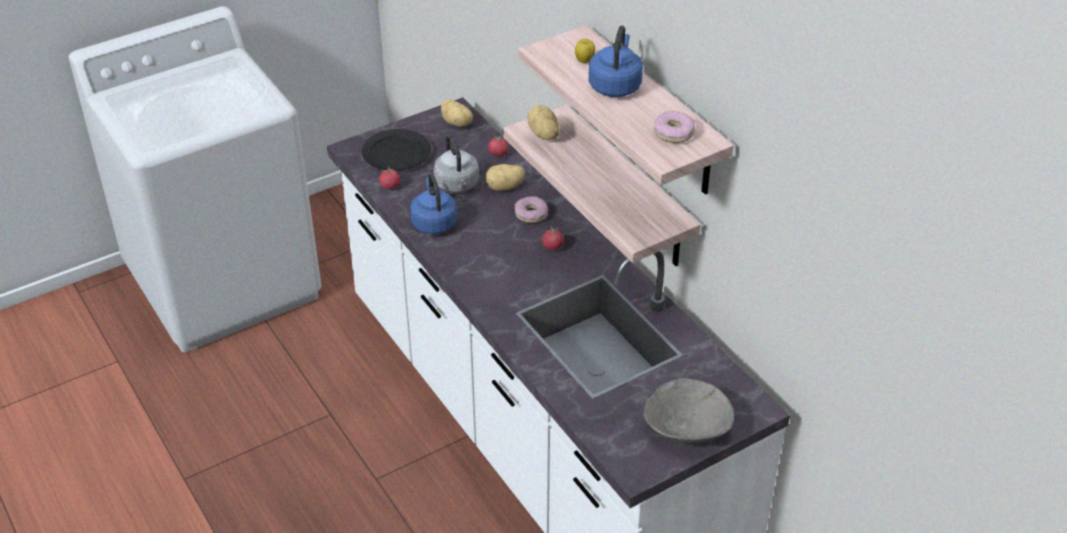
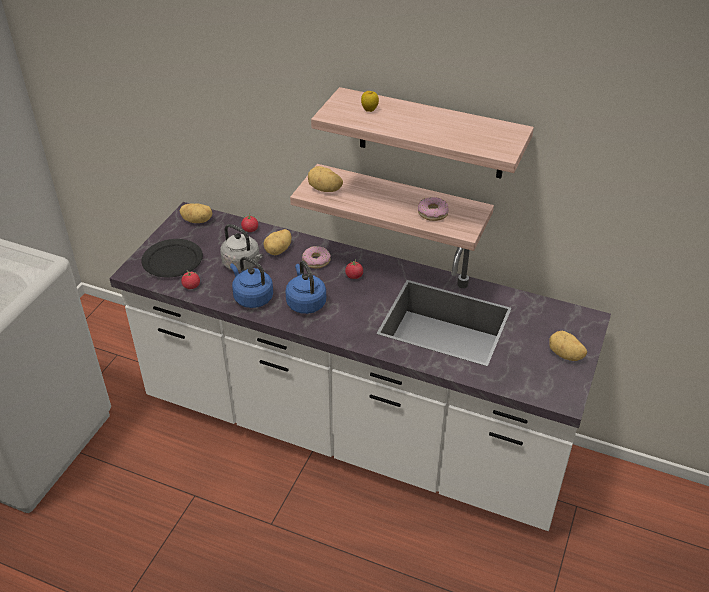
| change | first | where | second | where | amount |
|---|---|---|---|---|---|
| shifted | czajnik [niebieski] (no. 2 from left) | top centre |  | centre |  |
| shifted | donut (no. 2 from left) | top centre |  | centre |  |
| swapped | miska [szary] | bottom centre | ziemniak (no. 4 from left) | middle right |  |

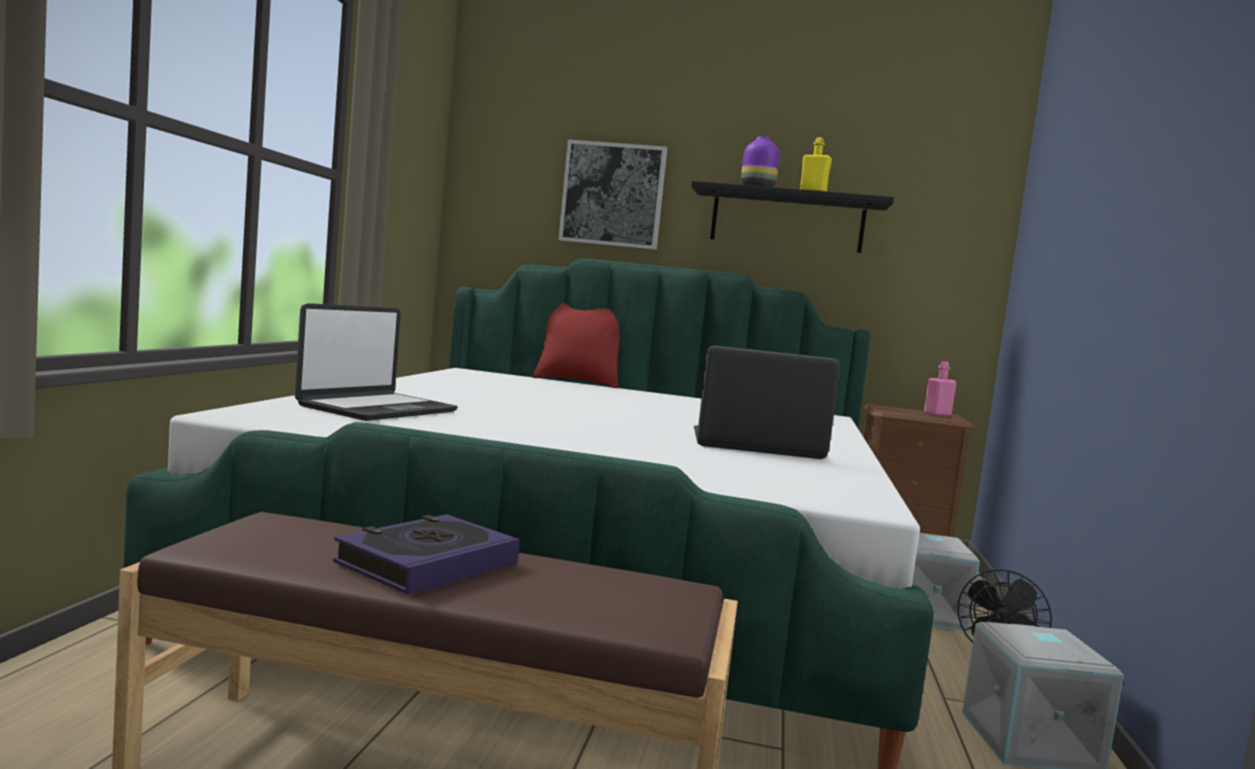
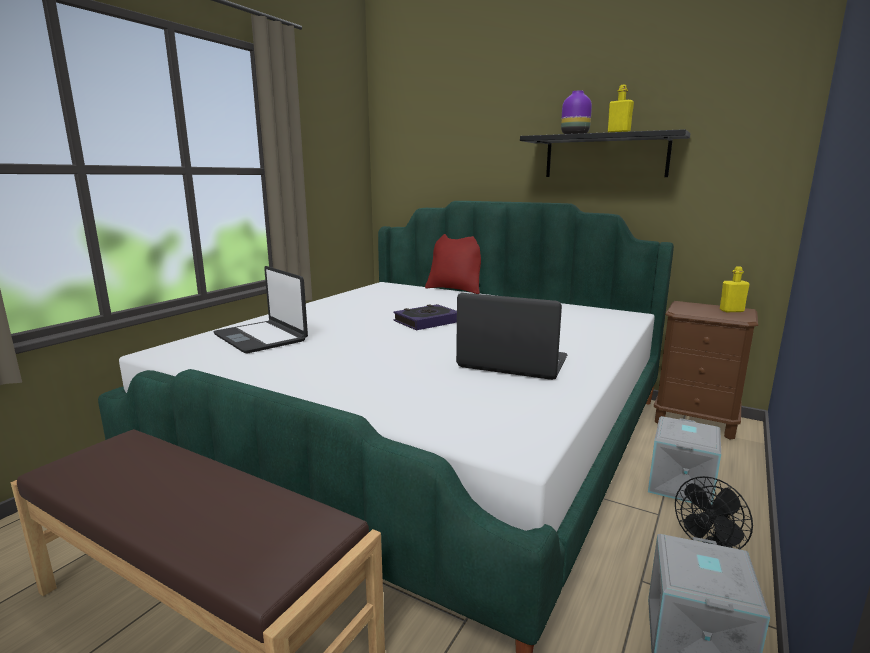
| change | first | where | second | where | amount |
|---|---|---|---|---|---|
| gone | obraz | top centre |  |  |  |
| shifted | książka | bottom centre |  | centre |  |
| repainted | butelka [różowy] | middle right | butelka [żółty] (no. 2 from left) | middle right |  |
| rotated | laptop (no. 1 from left) | middle left |  | middle left | 90 degrees clockwise |

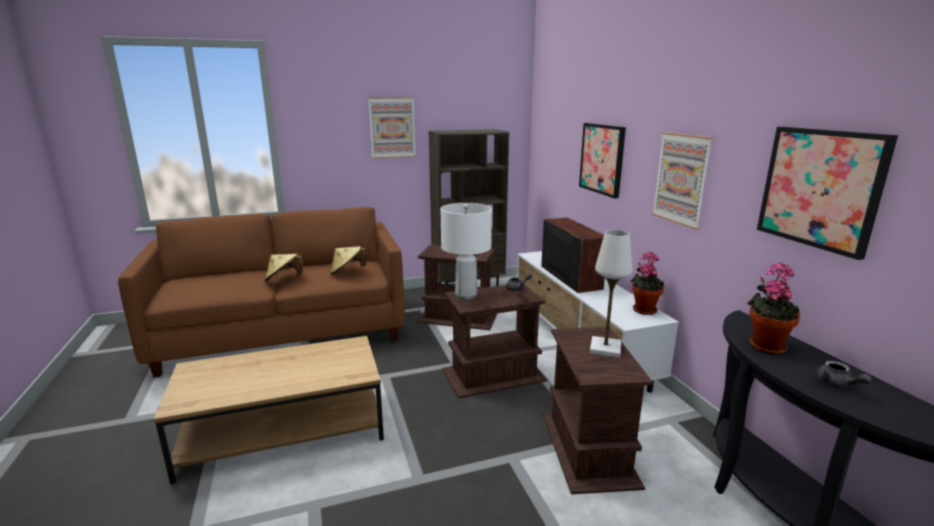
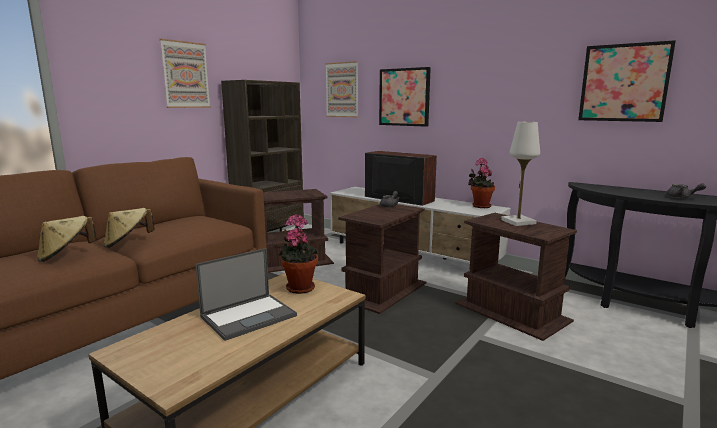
| change | first | where | second | where | amount |
|---|---|---|---|---|---|
| gone | lampa stołowa [biały] (no. 1 from left) | centre |  |  |  |
| new |  |  | laptop | bottom centre |  |
| shifted | kapelusz [beżowy] (no. 2 from left in the first image) | centre | kapelusz [beżowy] (no. 1 from left) | middle left |  |
| shifted | obraz (no. 3 from left in the first image) | middle right | obraz (no. 2 from left) | top centre |  |
| shifted | roślina doniczkowa (no. 2 from left in the first image) | middle right | roślina doniczkowa (no. 1 from left) | centre |  |

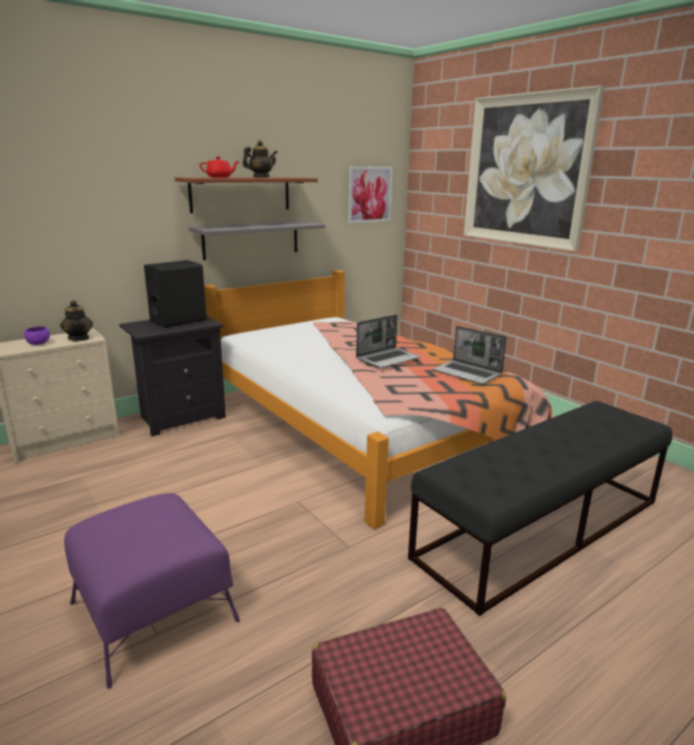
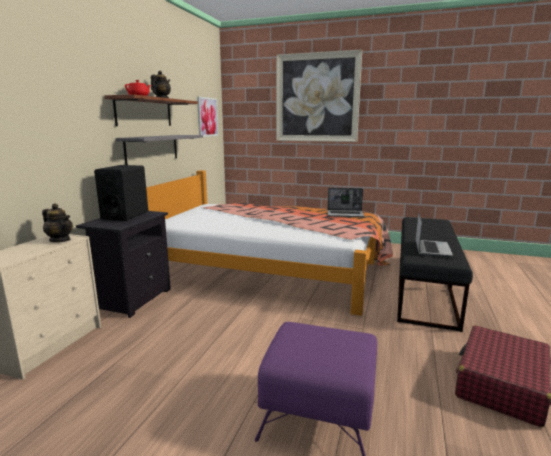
| change | first | where | second | where | amount |
|---|---|---|---|---|---|
| gone | miska [fioletowy] | middle left |  |  |  |
| shifted | laptop (no. 1 from left in the first image) | centre | laptop (no. 2 from left) | middle right |  |

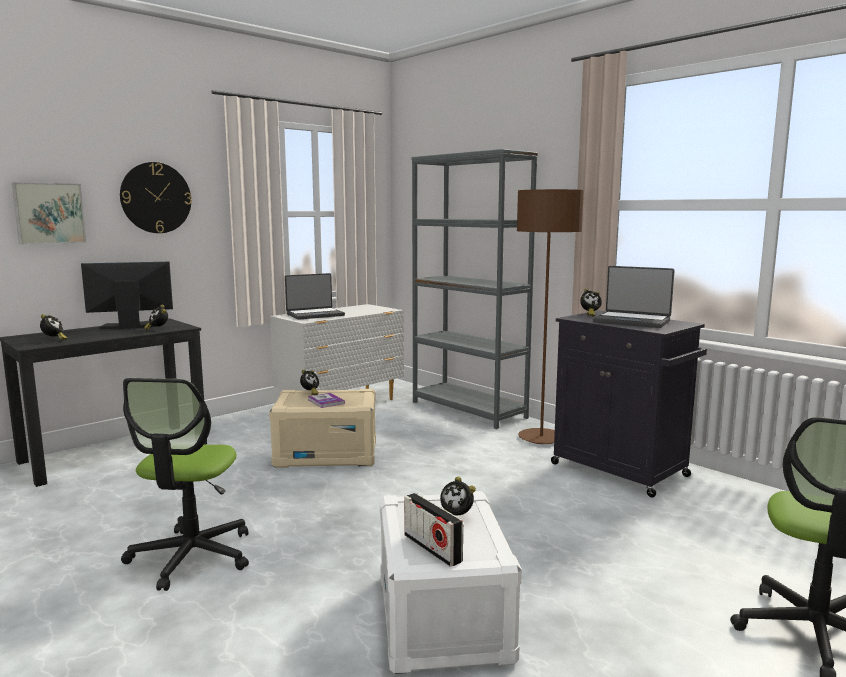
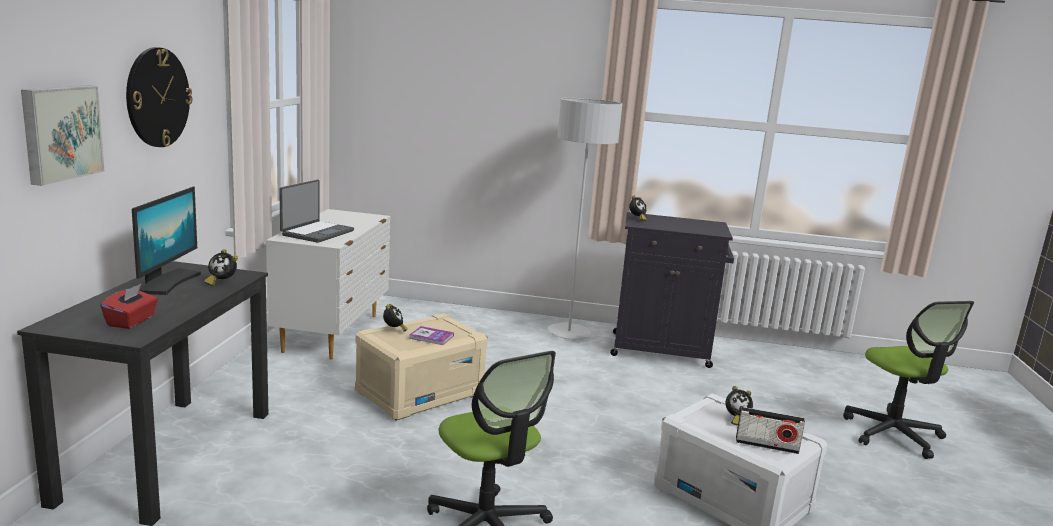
| change | first | where | second | where | amount |
|---|---|---|---|---|---|
| gone | regał [szary] | centre |  |  |  |
| gone | laptop (no. 2 from left) | middle right |  |  |  |
| swapped | budzik (no. 1 from left) | middle left | pudełko chusteczek [czerwony] | middle left |  |
| repainted | lampa stojąca [brązowy] | centre | lampa stojąca [szary] | centre |  |
| rotated | monitor | middle left |  | middle left | 150 degrees clockwise |

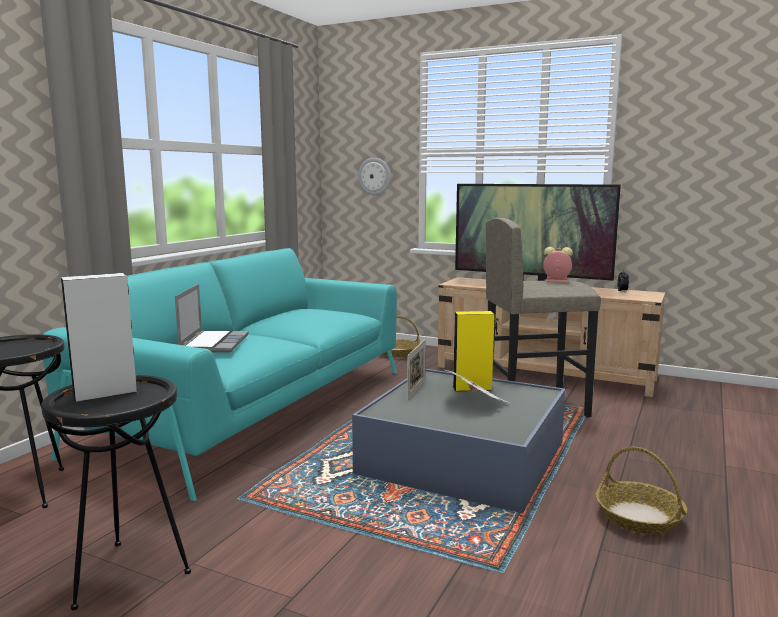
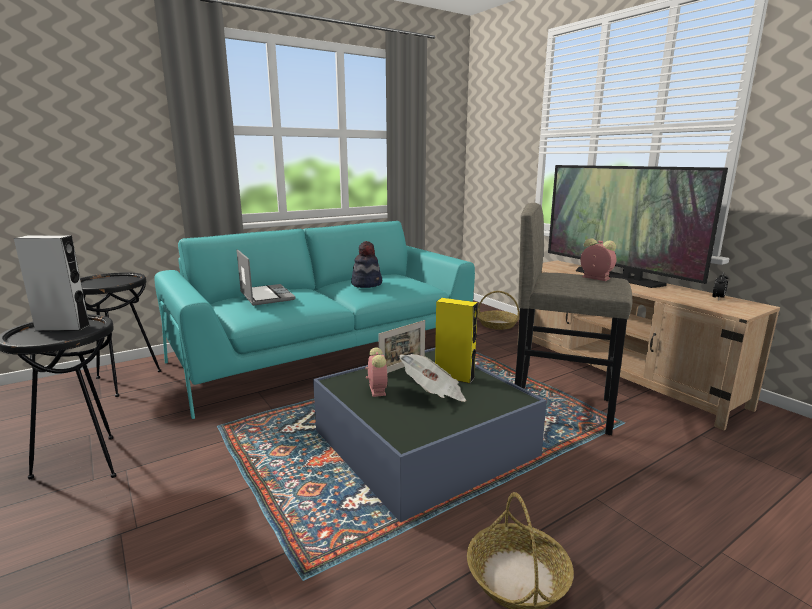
| change | first | where | second | where | amount |
|---|---|---|---|---|---|
| gone | zegar ścienny | top centre |  |  |  |
| new |  |  | kapelusz | centre |  |
| new |  |  | budzik (no. 1 from left) | centre |  |
| rotated | laptop | middle left |  | middle left | 60 degrees counterclockwise |

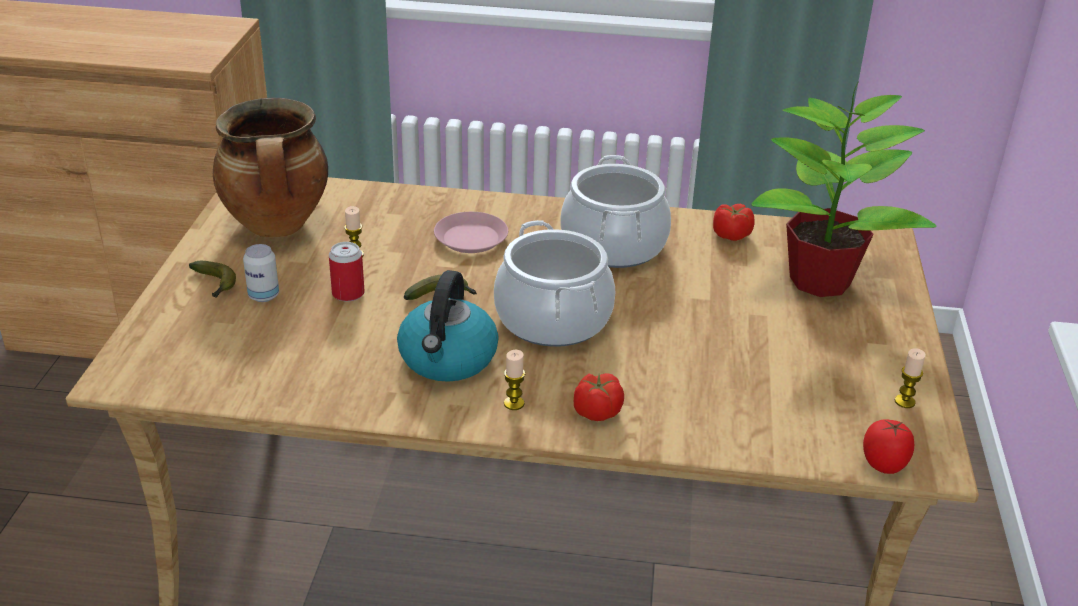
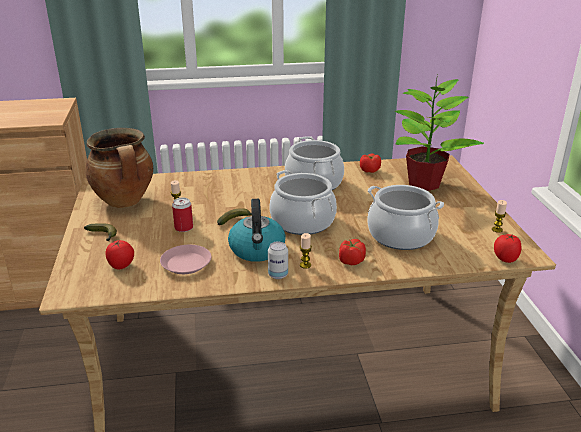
| change | first | where | second | where | amount |
|---|---|---|---|---|---|
| new |  |  | pomidor (no. 1 from left) | middle left |  |
| new |  |  | garnek (no. 4 from left) | middle right |  |
| shifted | puszka (no. 1 from left in the first image) | middle left | puszka (no. 2 from left) | centre |  |
| shifted | talerz [różowy] | centre |  | middle left |  |

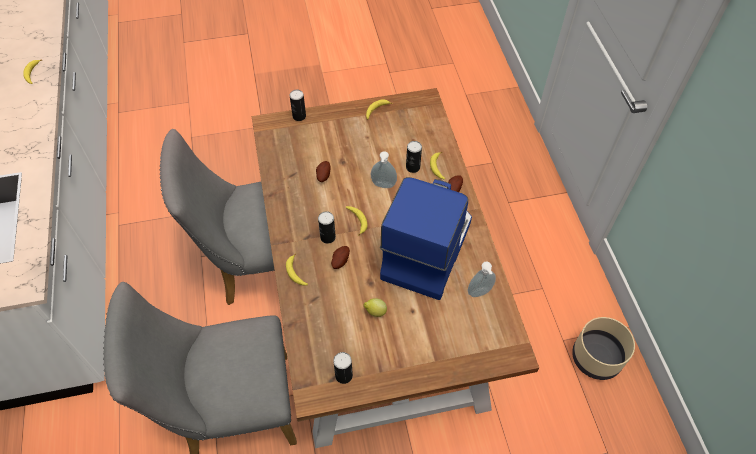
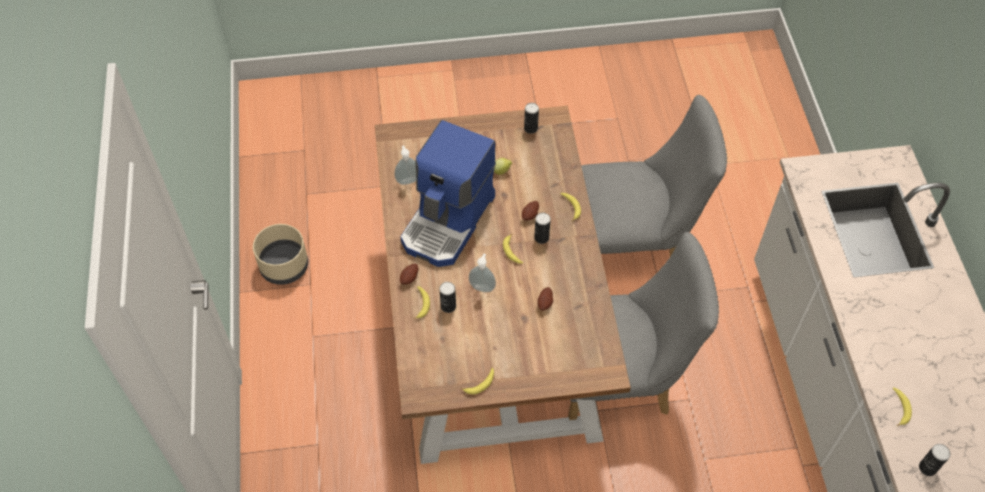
| change | first | where | second | where | amount |
|---|---|---|---|---|---|
| shifted | puszka (no. 1 from left in the first image) | top centre | puszka (no. 4 from left) | bottom right |  |

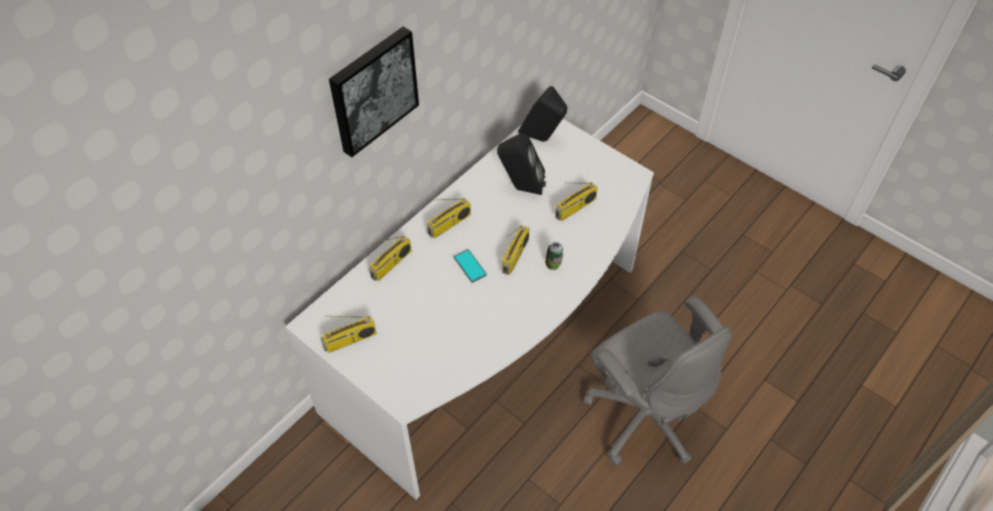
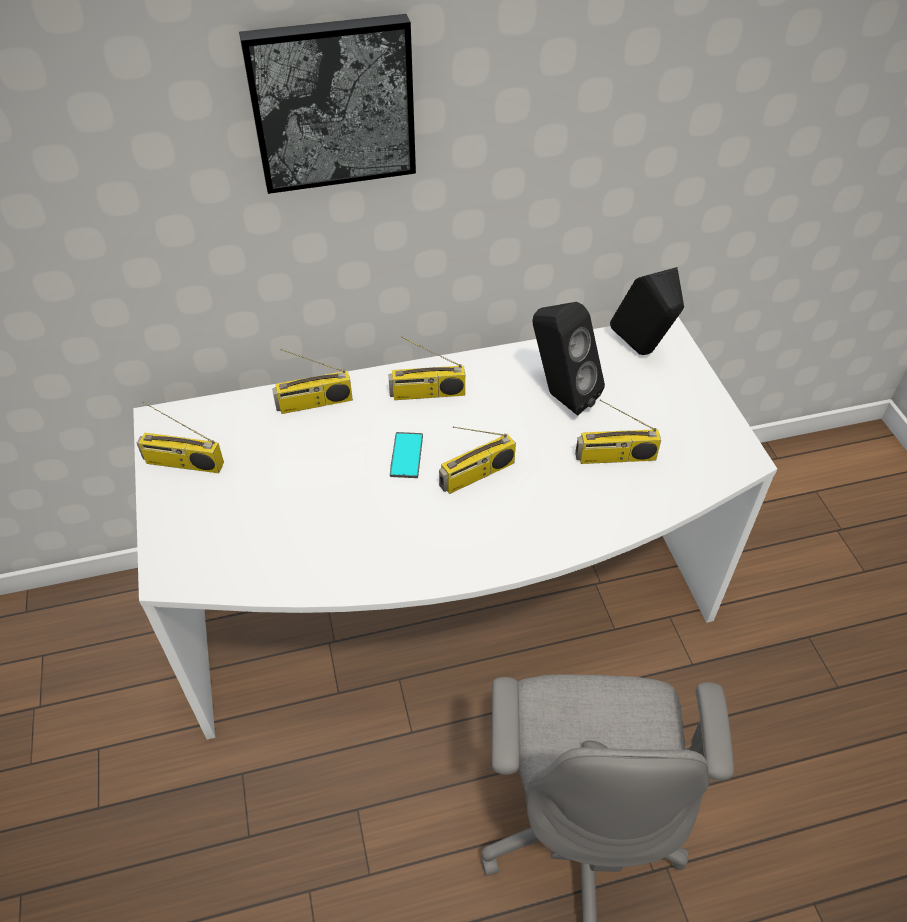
| change | first | where | second | where | amount |
|---|---|---|---|---|---|
| gone | puszka | centre |  |  |  |

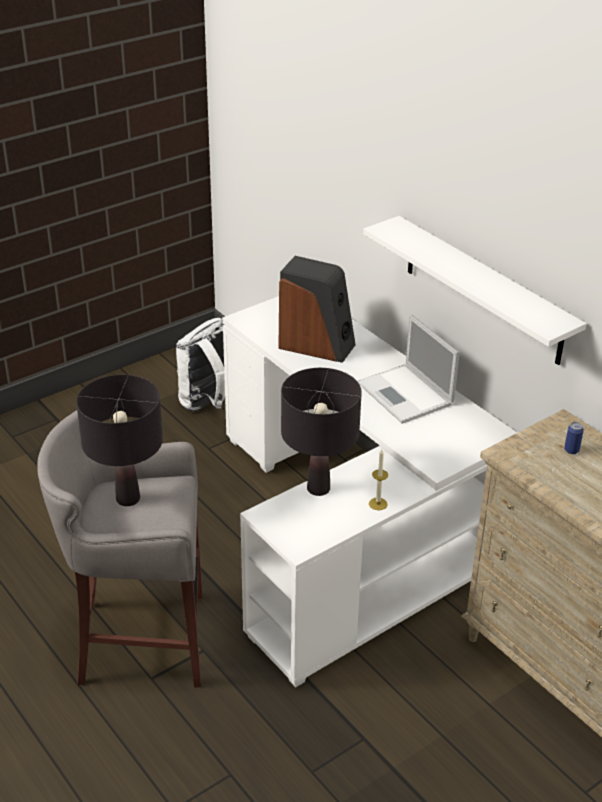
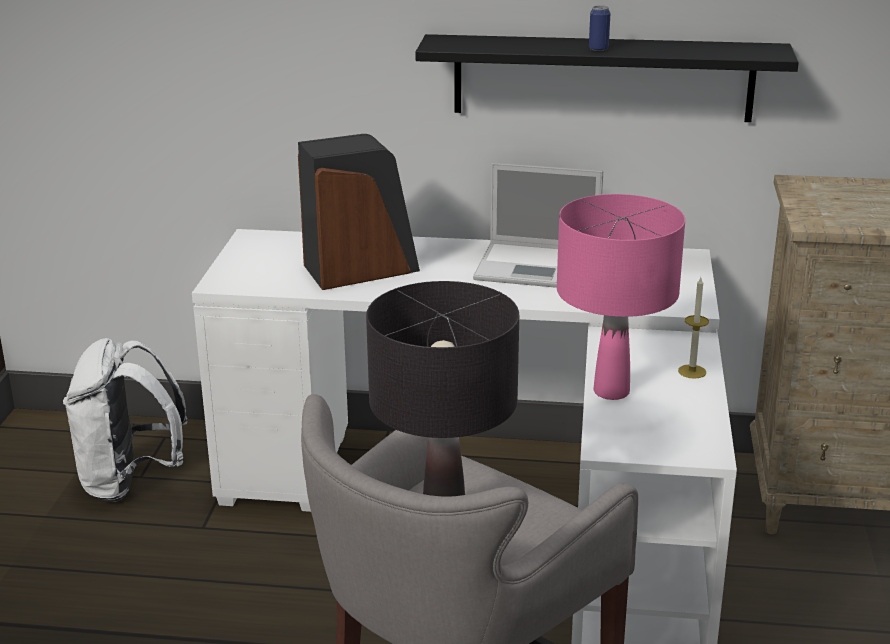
| change | first | where | second | where | amount |
|---|---|---|---|---|---|
| shifted | puszka | middle right |  | top right |  |
| repainted | lampa stołowa [czarny] (no. 2 from left) | centre | lampa stołowa [różowy] | middle right |  |
| repainted | półka [biały] | middle right | półka [czarny] | top right |  |

